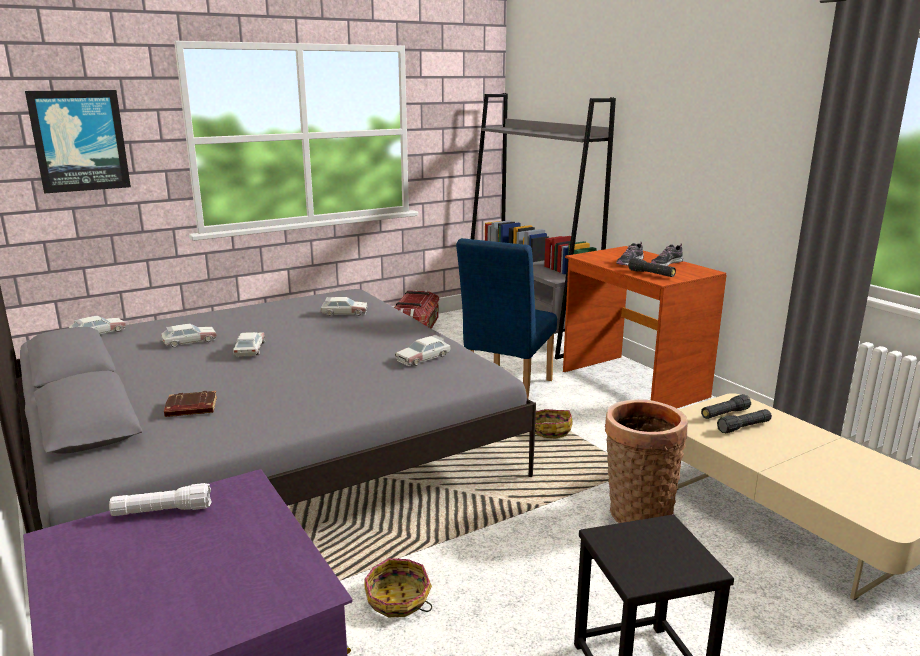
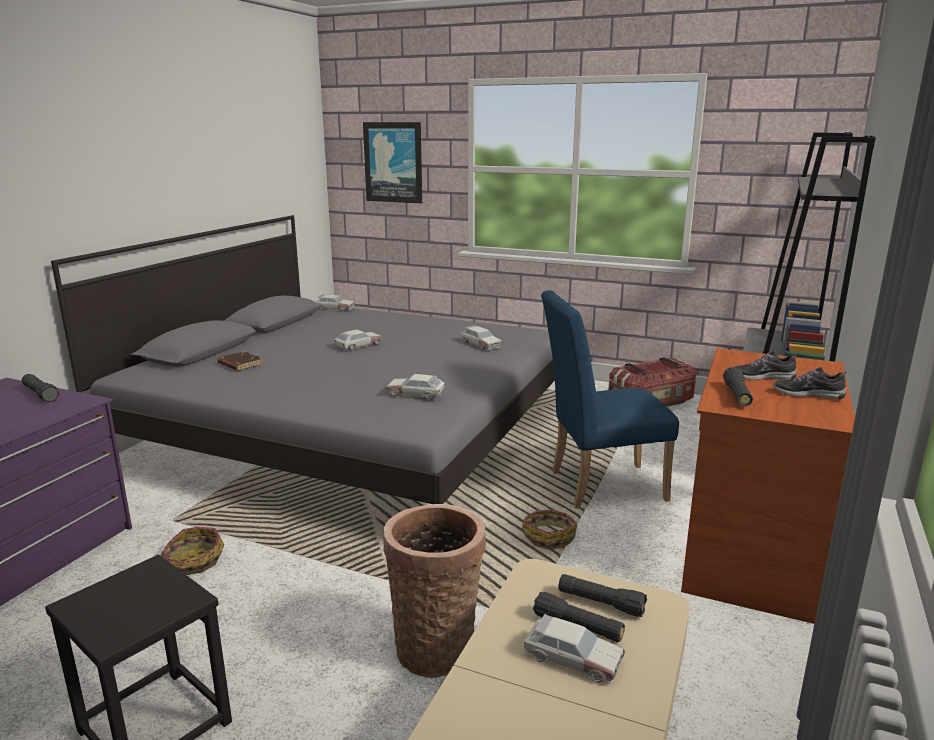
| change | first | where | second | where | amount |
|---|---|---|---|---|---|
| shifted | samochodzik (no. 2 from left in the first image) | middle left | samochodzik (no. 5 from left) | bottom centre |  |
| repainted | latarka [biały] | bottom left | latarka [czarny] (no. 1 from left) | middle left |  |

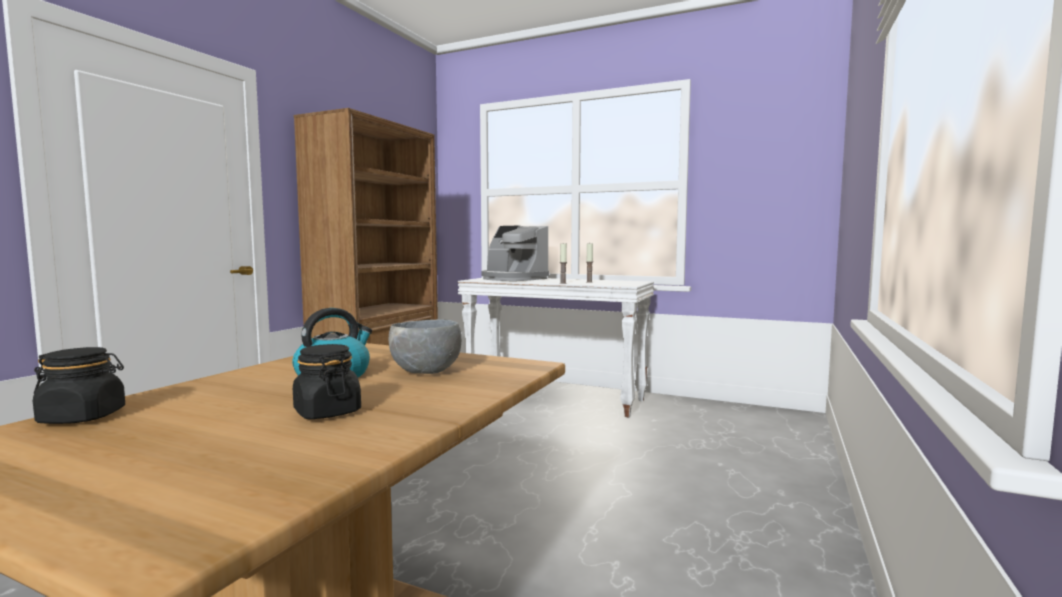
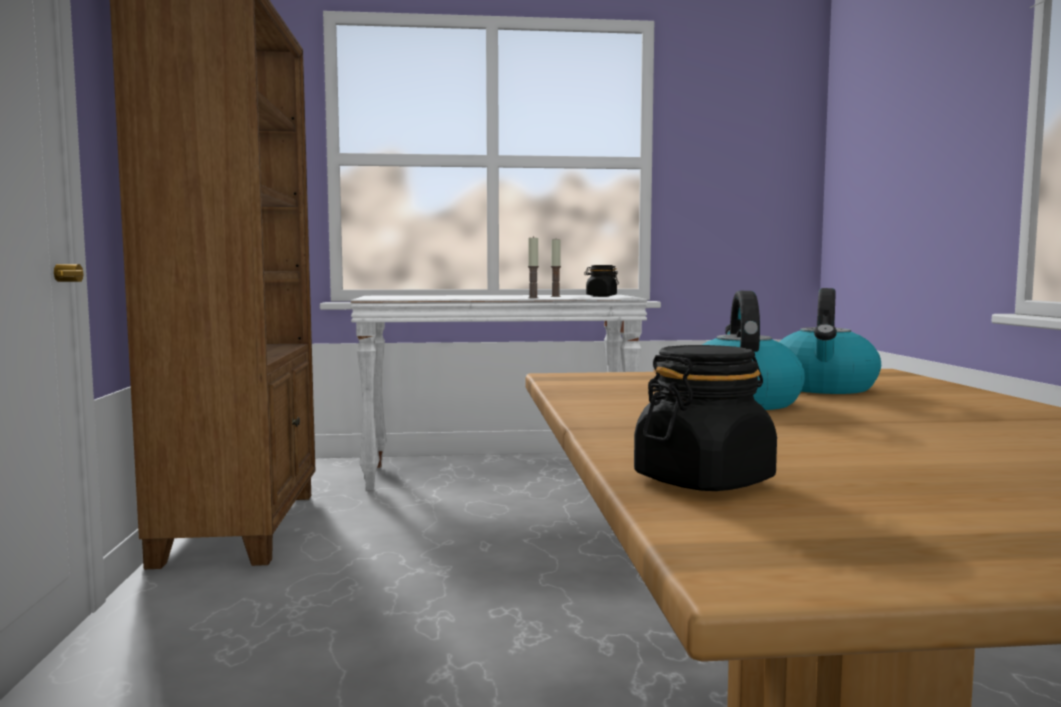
| change | first | where | second | where | amount |
|---|---|---|---|---|---|
| gone | ekspres do kawy | centre |  |  |  |
| shifted | słoik [czarny] (no. 2 from left in the first image) | middle left | słoik [czarny] (no. 1 from left) | centre |  |
| swapped | miska [szary] | centre | czajnik (no. 2 from left) | middle right |  |

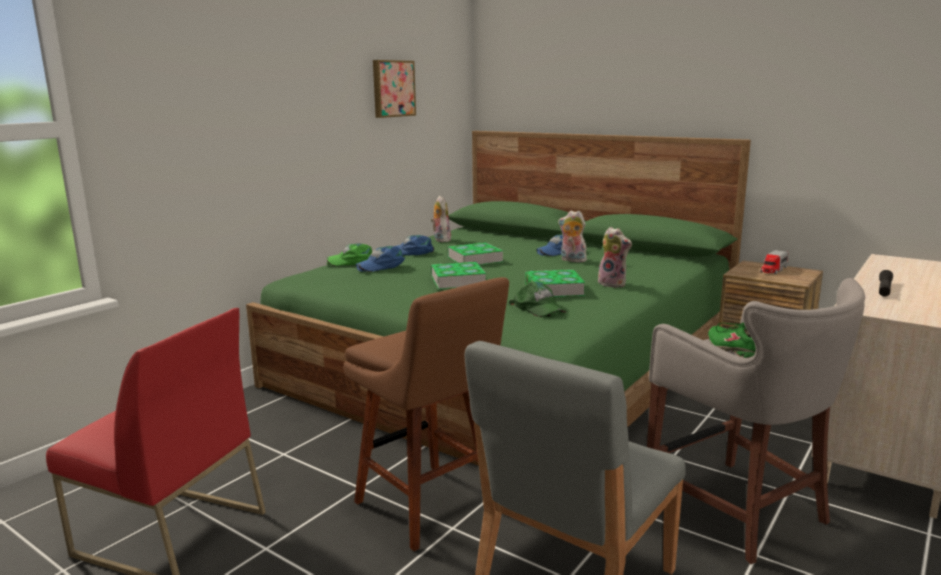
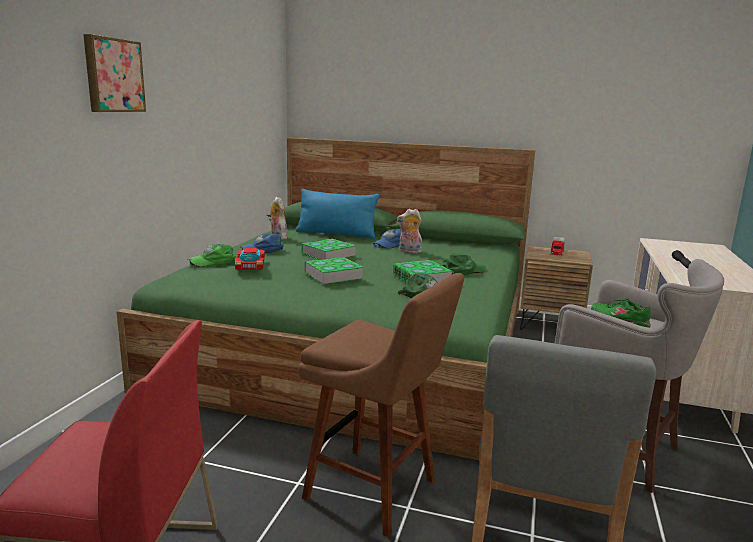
| change | first | where | second | where | amount |
|---|---|---|---|---|---|
| new |  |  | poduszka [niebieski] | centre |  |
| shifted | obraz | top centre |  | top left |  |
| swapped | czapka z daszkiem [niebieski] (no. 1 from left) | centre | samochodzik | middle left |  |
| swapped | pluszak (no. 3 from left) | centre | czapka z daszkiem [zielony] (no. 3 from left) | centre |  |

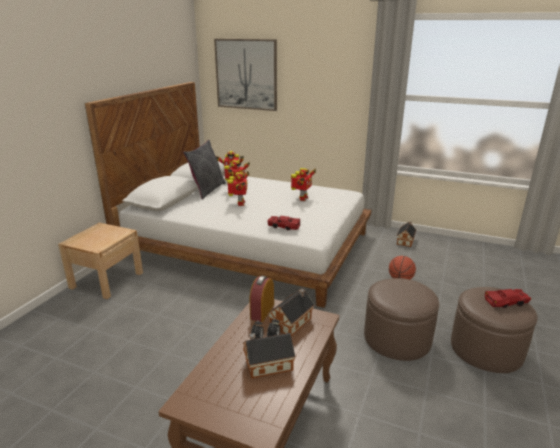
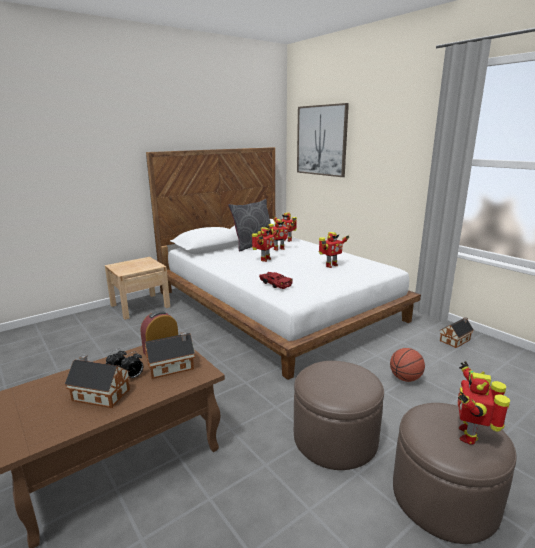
| change | first | where | second | where | amount |
|---|---|---|---|---|---|
| swapped | samochodzik [czerwony] (no. 2 from left) | middle right | robot zabawkowy (no. 5 from left) | bottom right |  |

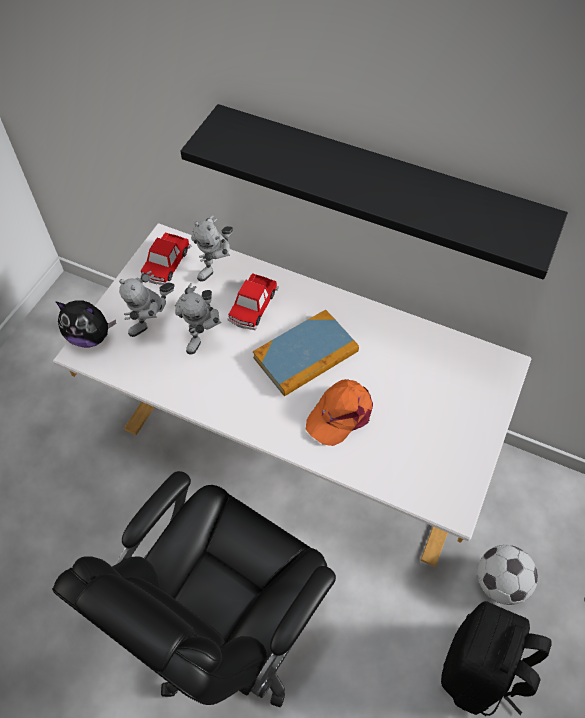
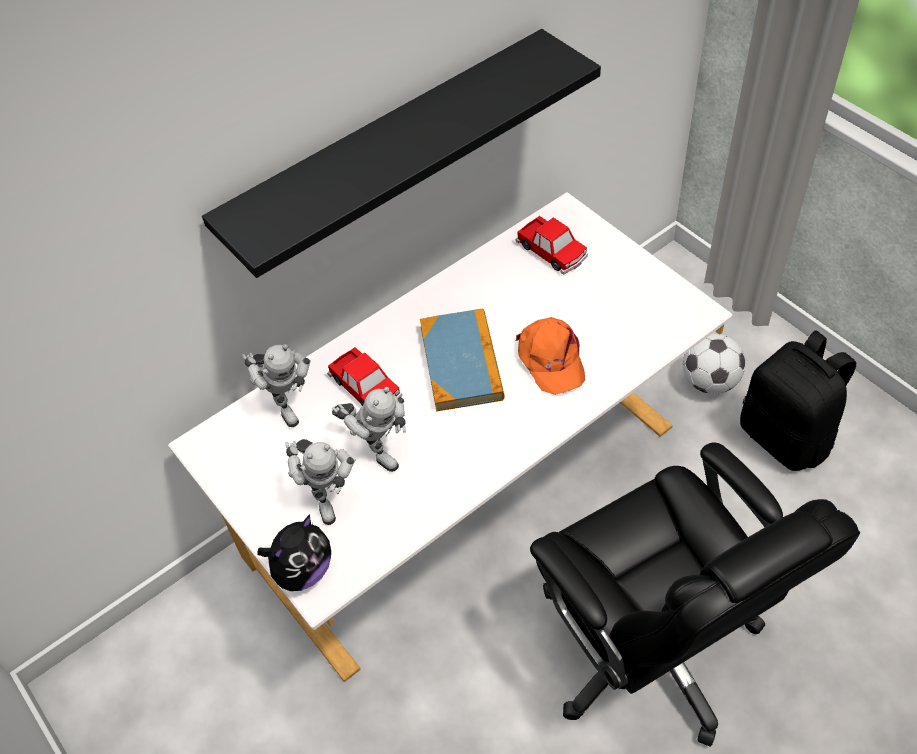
| change | first | where | second | where | amount |
|---|---|---|---|---|---|
| shifted | samochodzik (no. 1 from left in the first image) | middle left | samochodzik (no. 2 from left) | top centre |  |

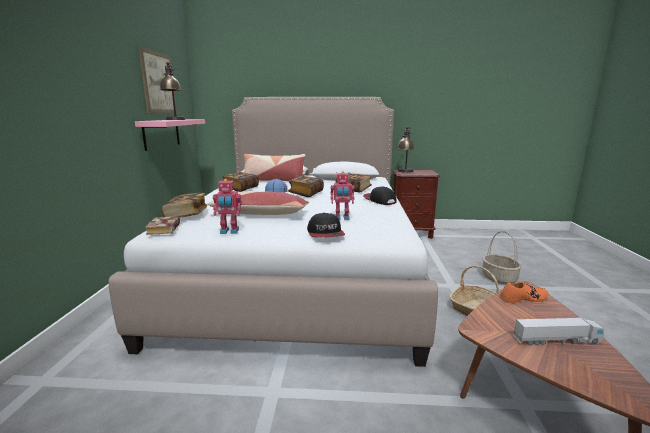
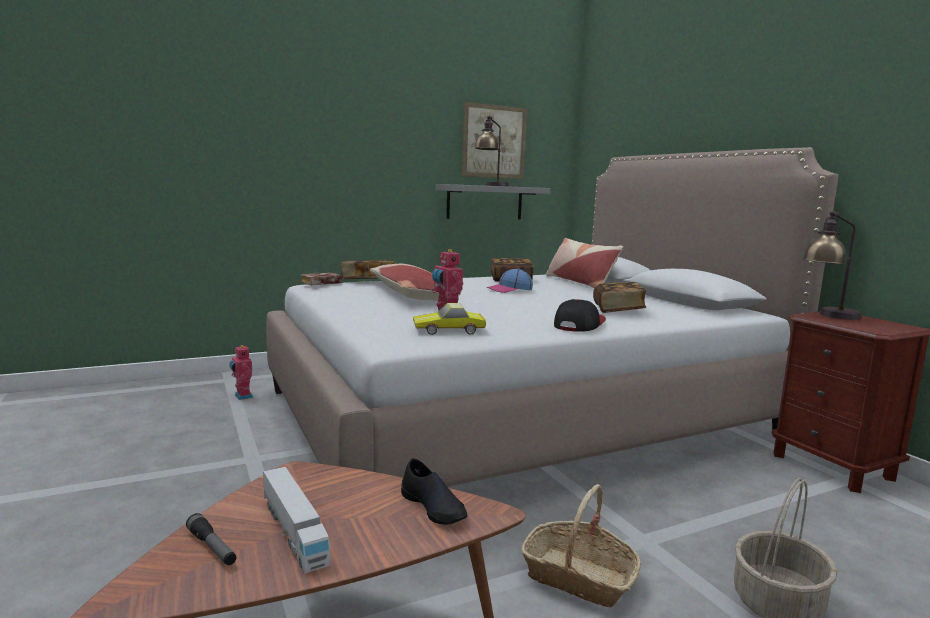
| change | first | where | second | where | amount |
|---|---|---|---|---|---|
| gone | książka (no. 4 from left) | centre |  |  |  |
| gone | czapka z daszkiem (no. 2 from left) | centre |  |  |  |
| new |  |  | latarka | bottom left |  |
| new |  |  | samochodzik | centre |  |
| shifted | robot zabawkowy (no. 1 from left) | centre |  | middle left |  |
| repainted | półka [różowy] | top left | półka [szary] | top centre |  |
| repainted | but [pomarańczowy] | bottom right | but [czarny] | bottom centre |  |

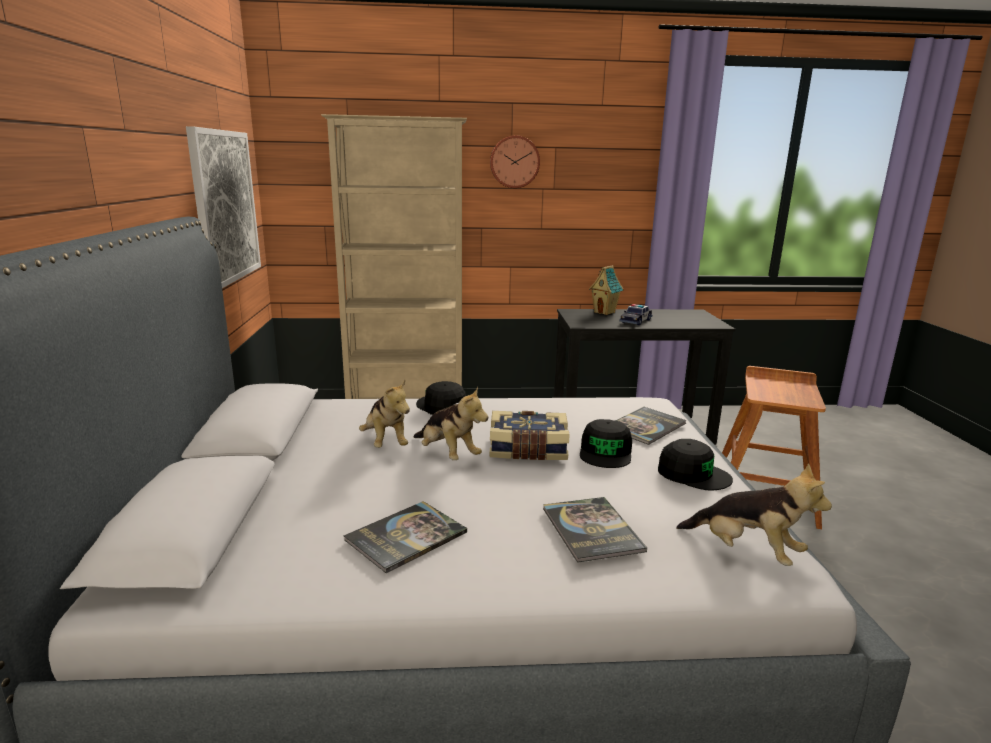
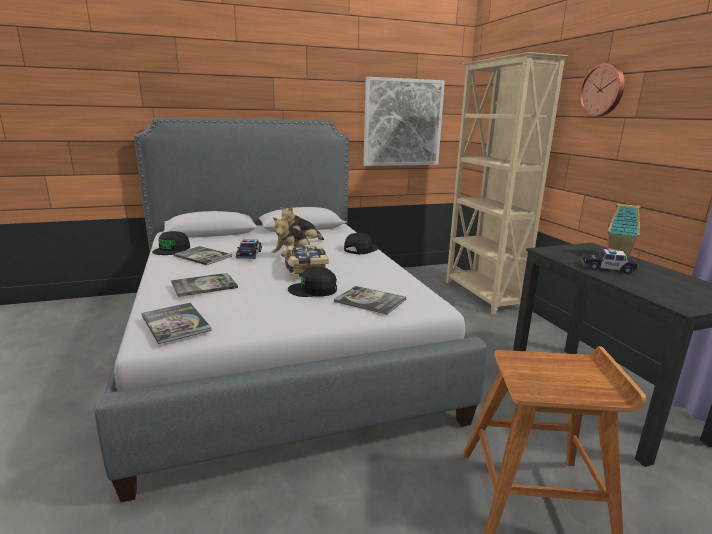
| change | first | where | second | where | amount |
|---|---|---|---|---|---|
| new |  |  | samochodzik (no. 1 from left) | centre |  |
| shifted | czapka z daszkiem [czarny] (no. 3 from left in the first image) | middle right | czapka z daszkiem [czarny] (no. 1 from left) | middle left |  |
| swapped | pluszak (no. 3 from left) | bottom right | książka (no. 1 from left) | middle left |  |

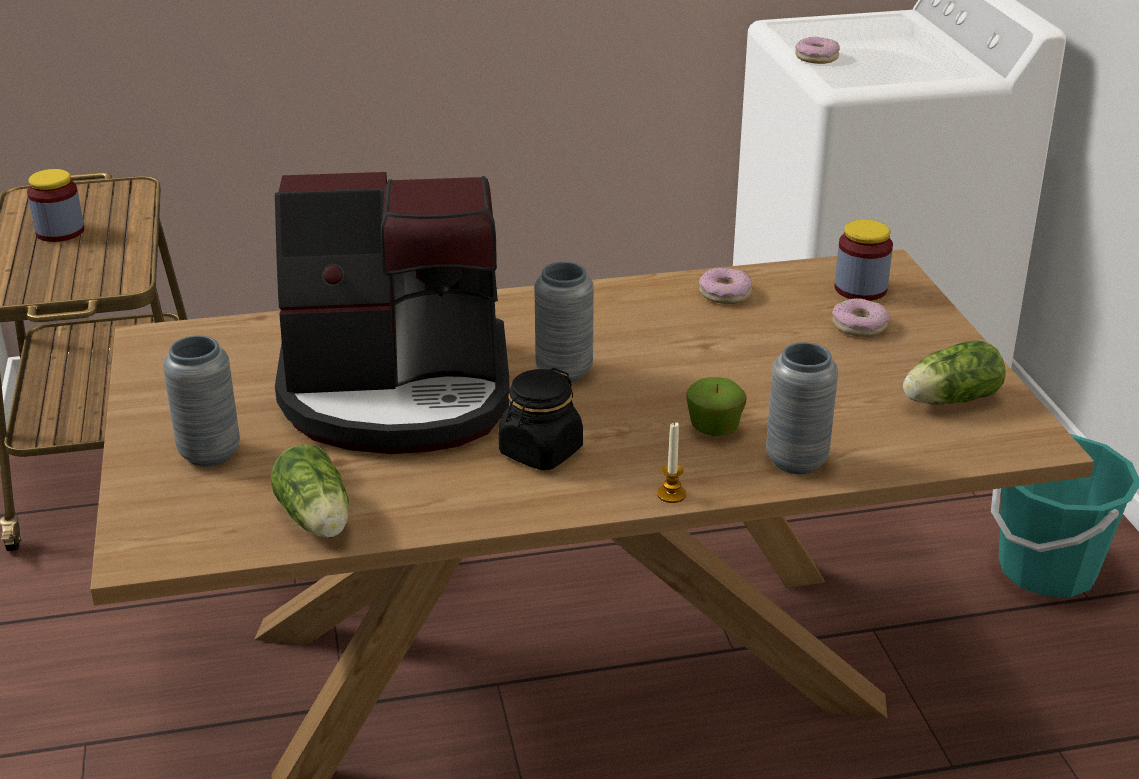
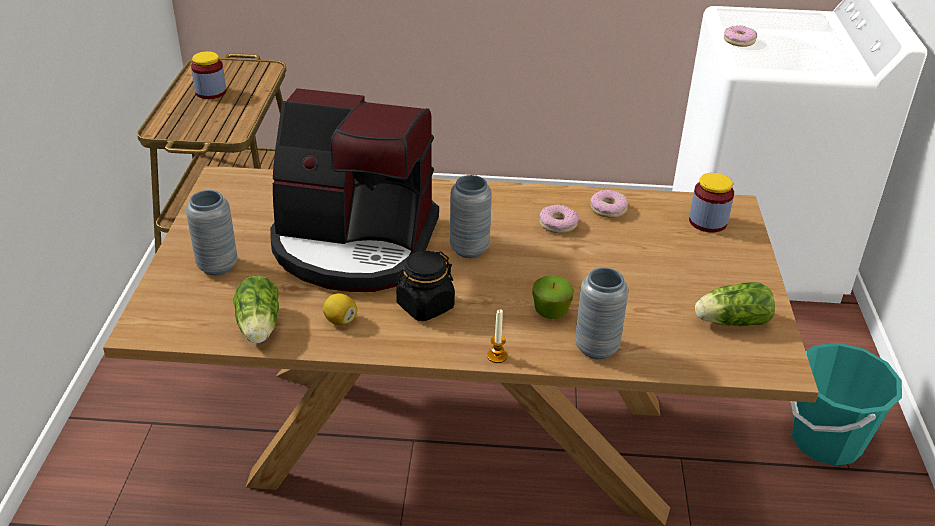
| change | first | where | second | where | amount |
|---|---|---|---|---|---|
| new |  |  | cytryna | centre |  |
| shifted | donut (no. 3 from left in the first image) | middle right | donut (no. 1 from left) | centre |  |

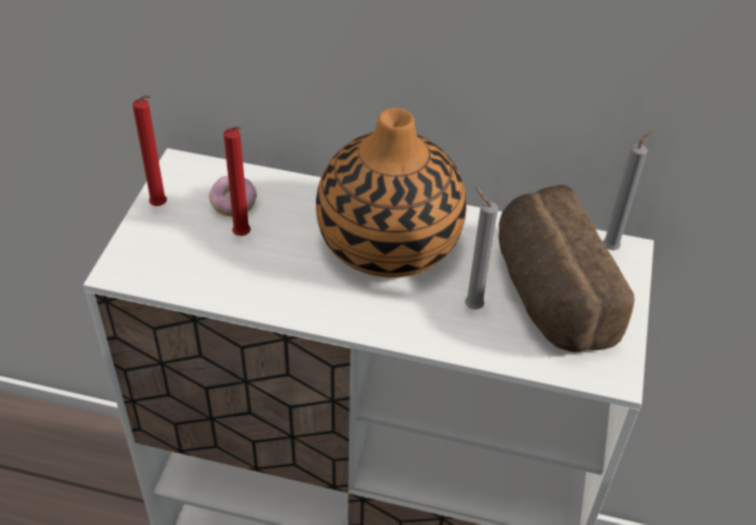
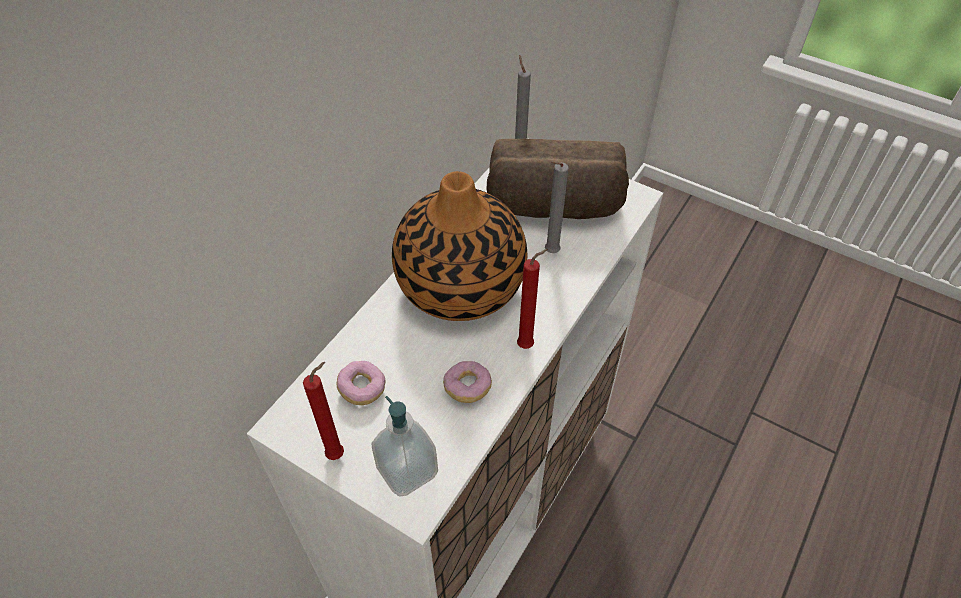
| change | first | where | second | where | amount |
|---|---|---|---|---|---|
| new |  |  | dozownik mydła | bottom centre |  |
| new |  |  | donut (no. 2 from left) | centre |  |
| shifted | świeca [czerwony] (no. 2 from left) | middle left |  | centre |  |

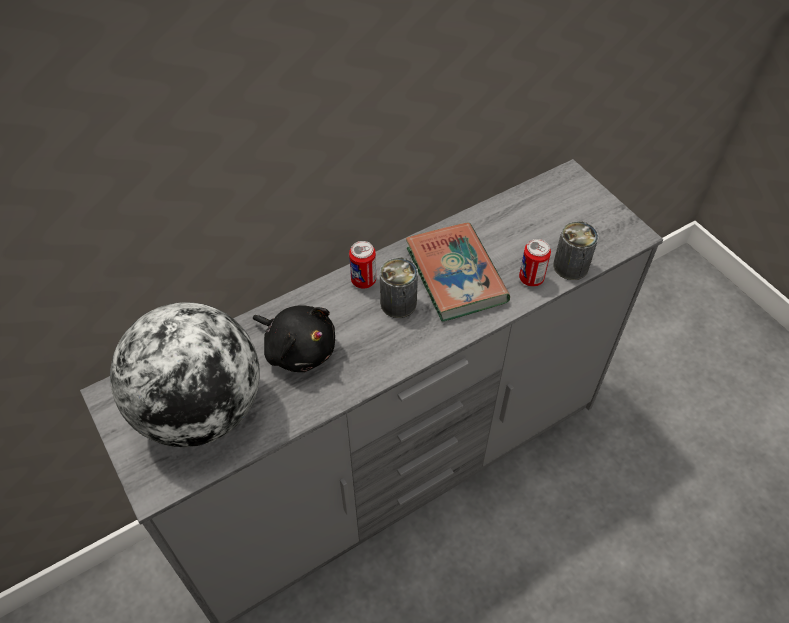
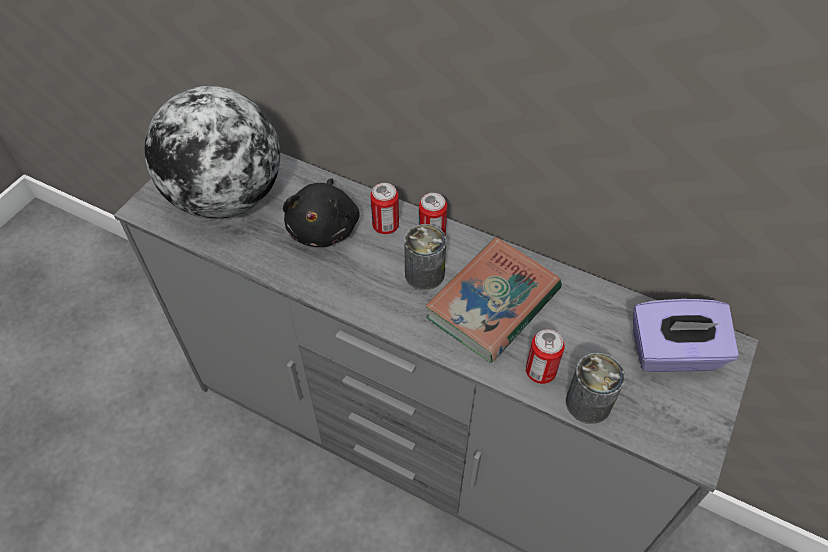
| change | first | where | second | where | amount |
|---|---|---|---|---|---|
| new |  |  | puszka (no. 1 from left) | centre |  |
| new |  |  | pudełko chusteczek [fioletowy] | middle right |  |

